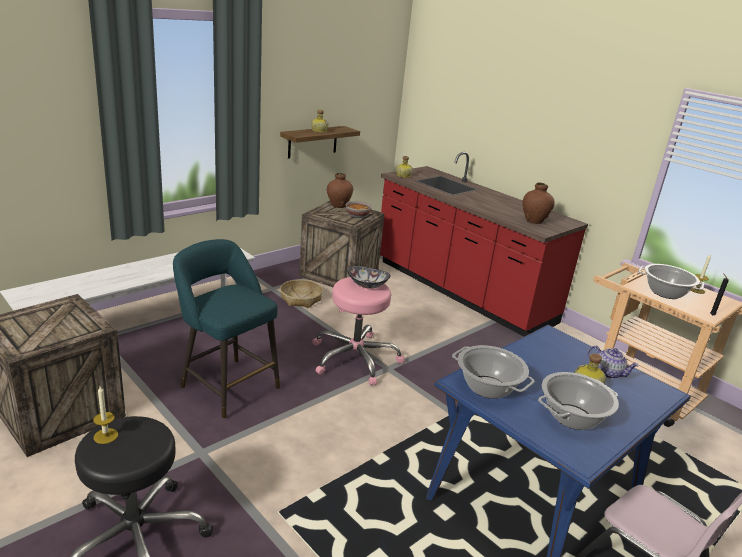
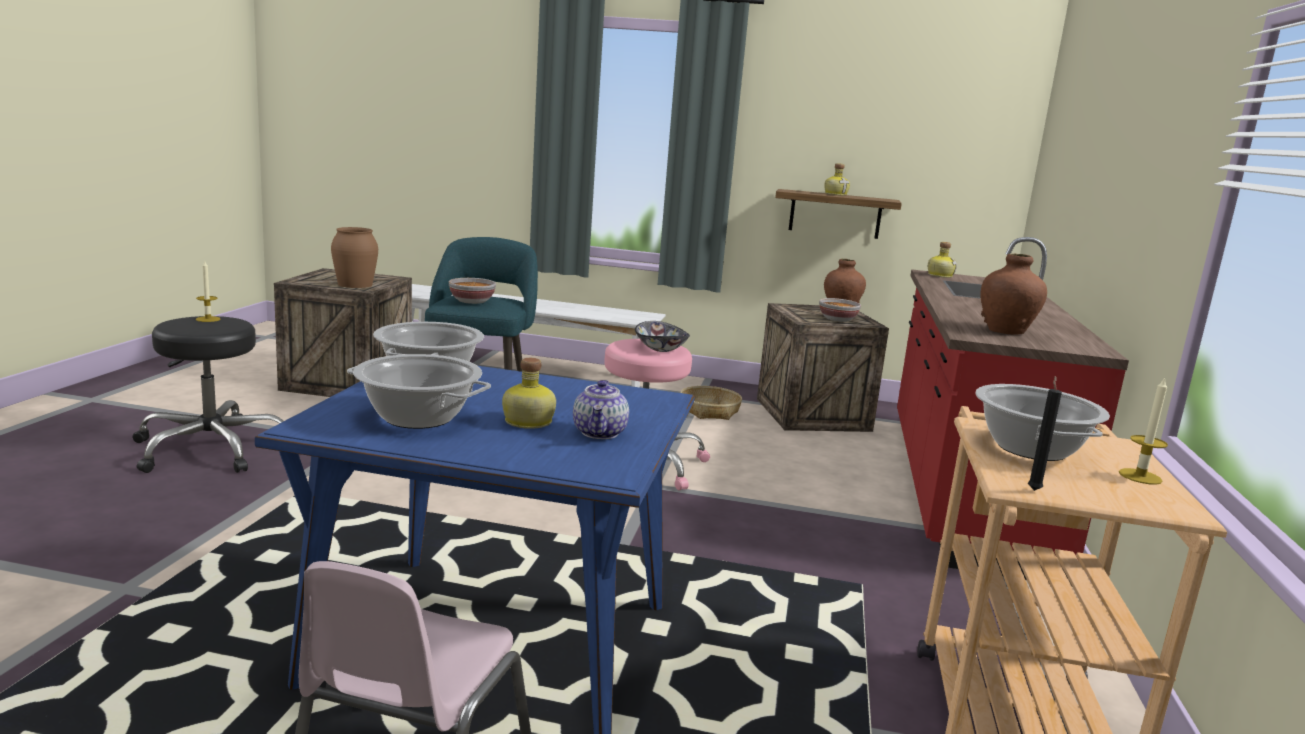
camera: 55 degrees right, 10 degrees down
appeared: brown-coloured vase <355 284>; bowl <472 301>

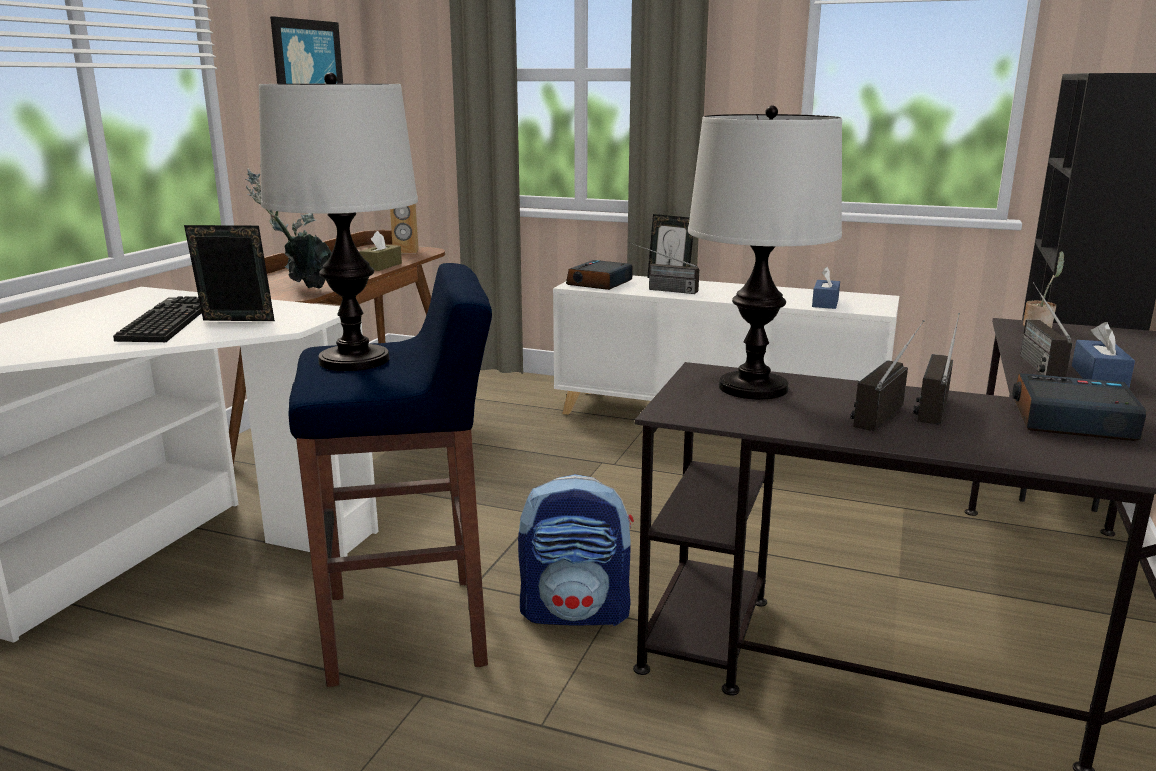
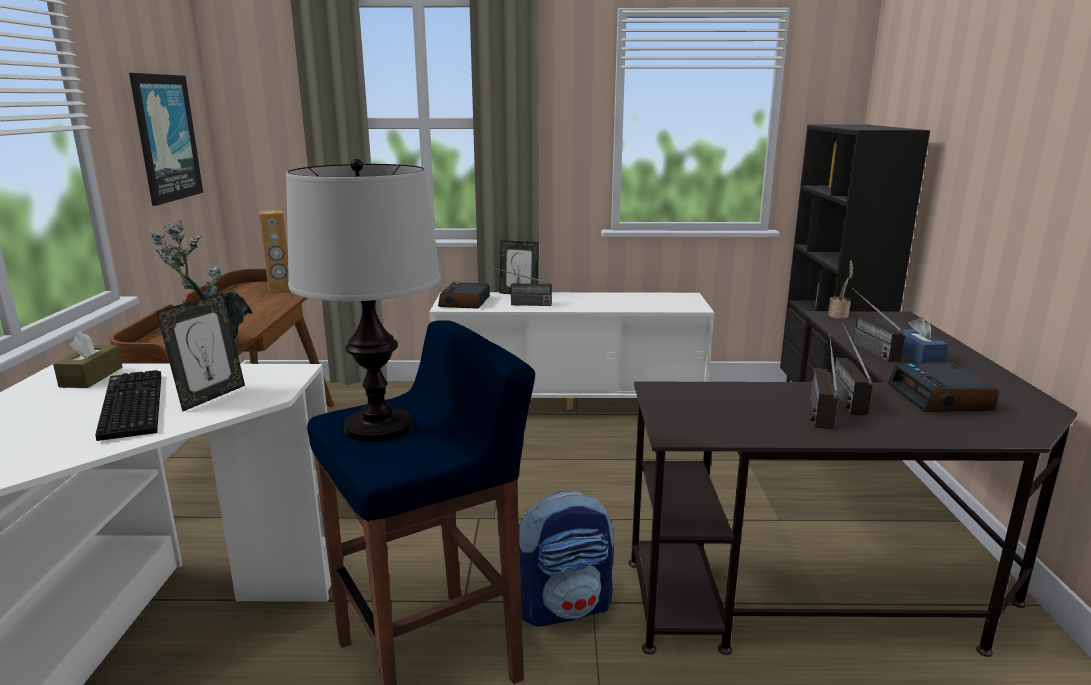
camera: 20 degrees left, 0 degrees up
missing: lamp for a table <754 388>; bluish tissue holder <825 303>
relocated: brown-coloured tissue holder <381 266> to <91 377>
spun: photo frame <236 322> = <210 397> 135 degrees clockwise; table clock <1071 420> = <940 398> 90 degrees counterclockwise

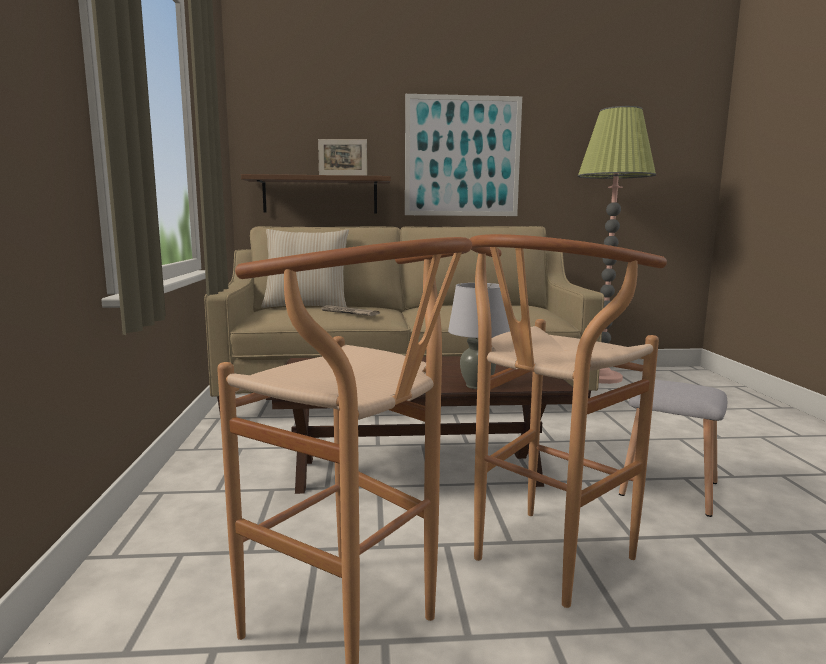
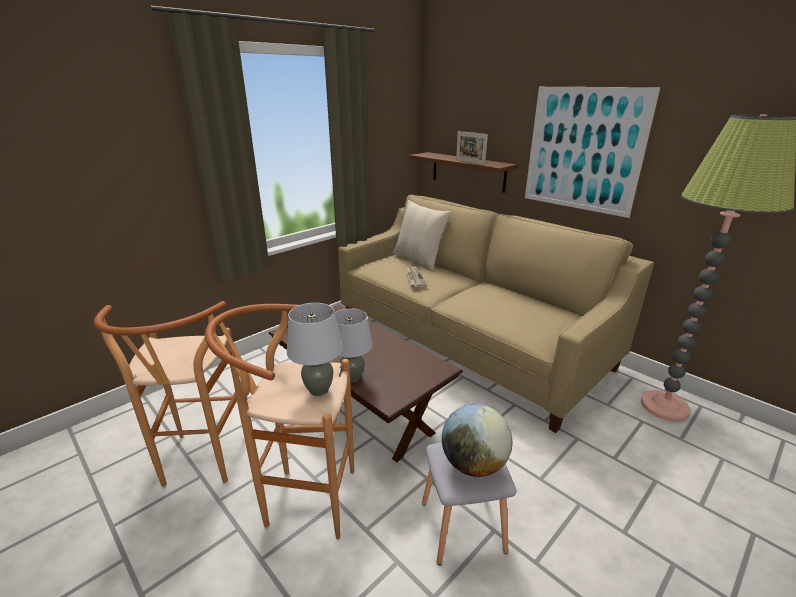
camera: 50 degrees right, 15 degrees up
appeared: gray lamp for a table <318 390>; desk globe <474 464>

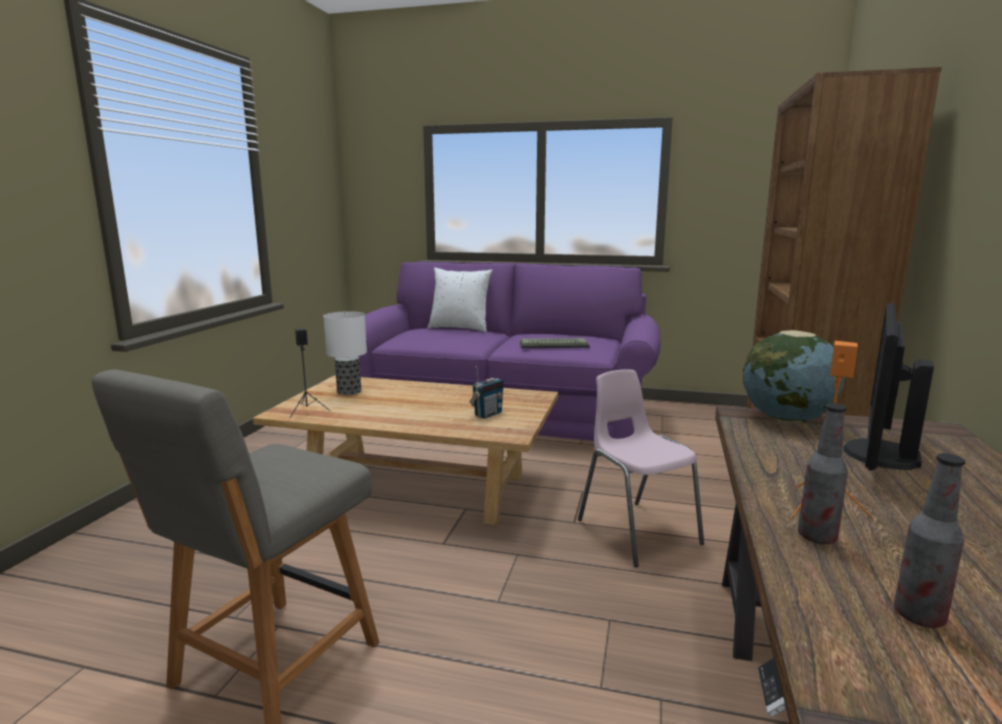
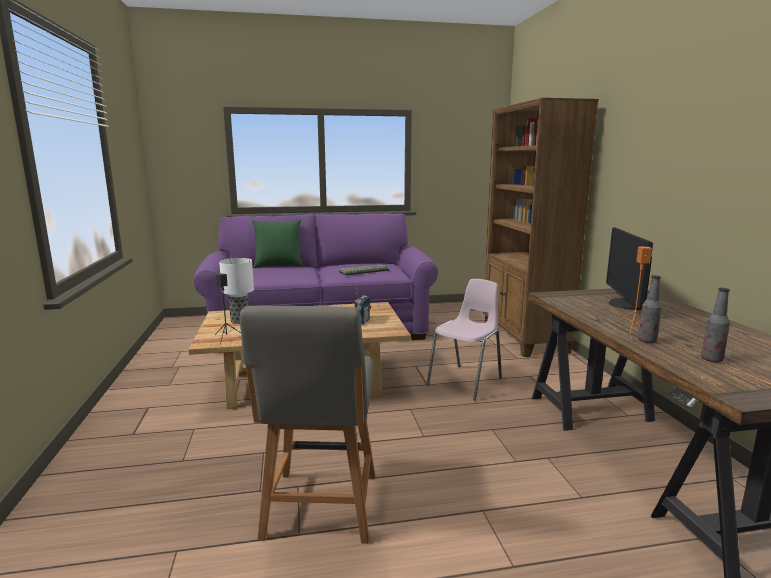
camera: 25 degrees left, 0 degrees up
missing: desk globe <786 419>
colour: whitish cushion <460 328> to green-coloured cushion <278 266>
spun: pink upright chair <637 531> = <466 381> 90 degrees clockwise

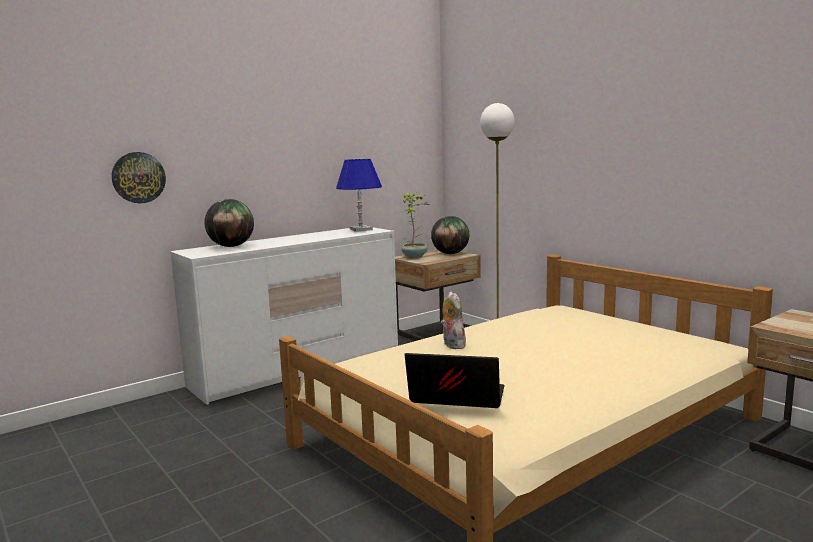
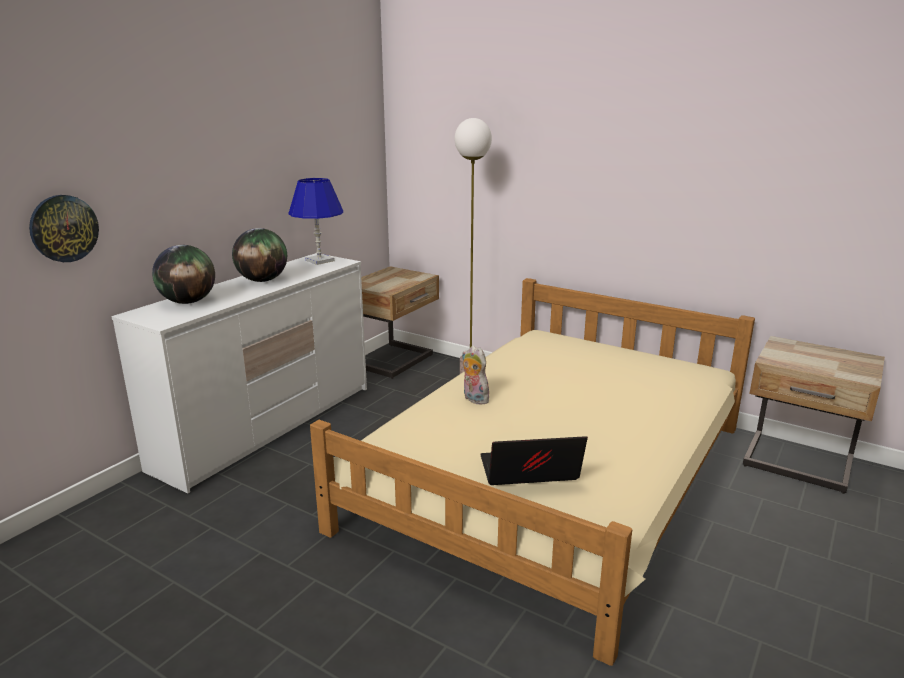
camera: 20 degrees left, 10 degrees up
missing: houseplant <415 256>
relocated: desk globe <450 253> to <262 280>

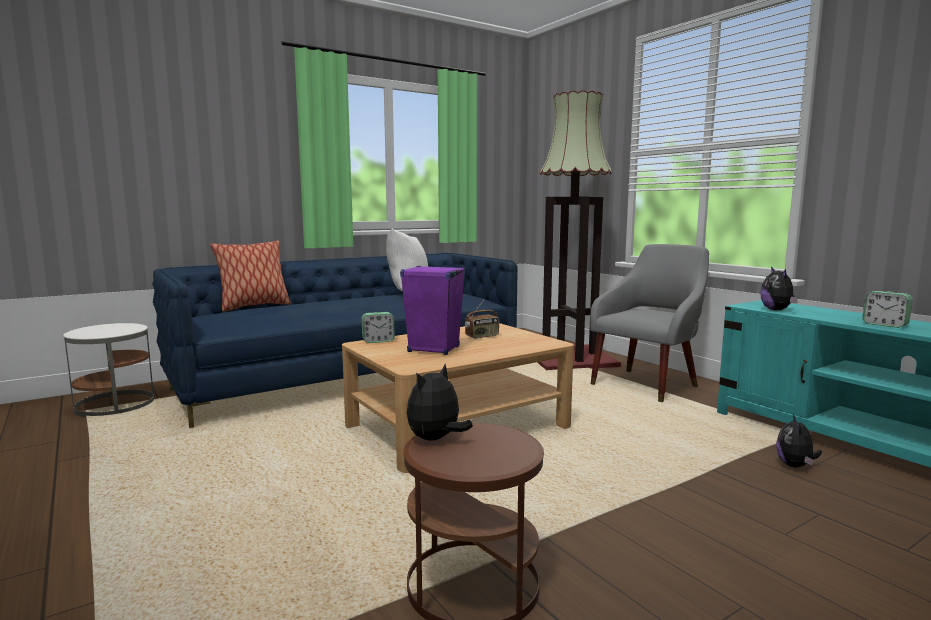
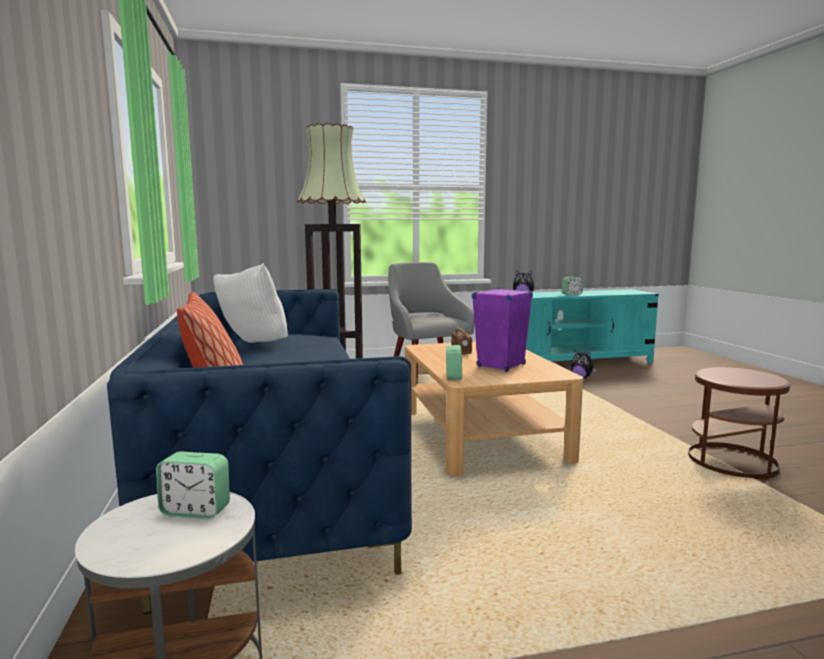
camera: 70 degrees left, 0 degrees up
missing: cuddly toy <436 439>
appeared: table clock <195 511>

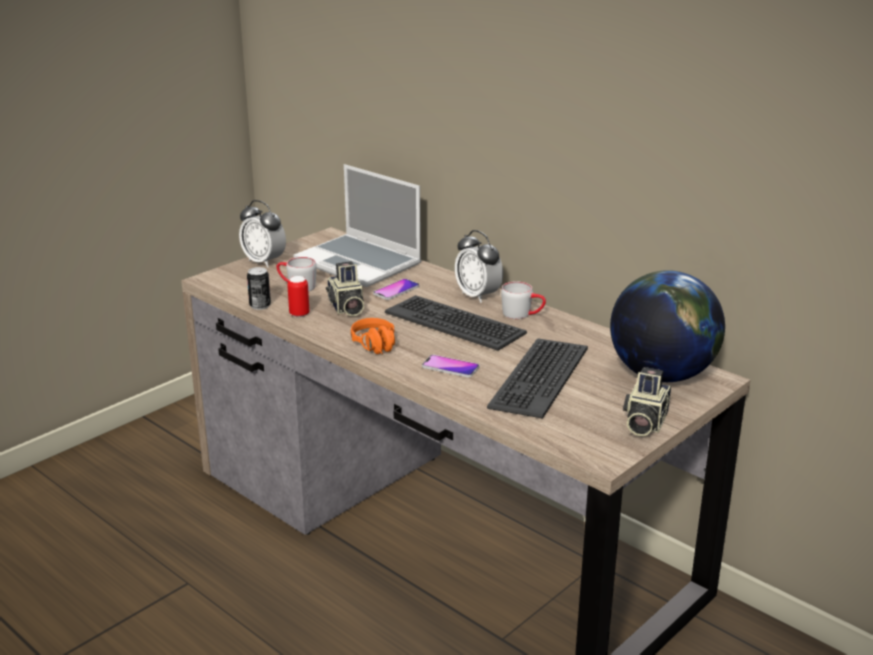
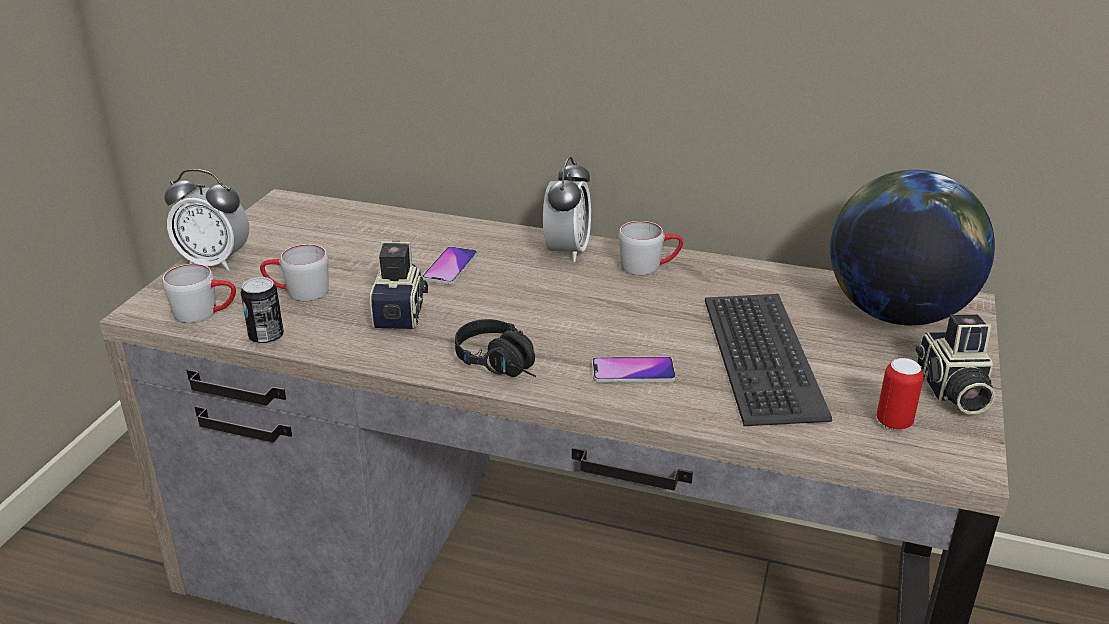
camera: 25 degrees left, 5 degrees up
missing: notebook computer <360 263>; keyboard <455 323>
appeared: gray mug <205 312>
relocated: can <299 314> to <894 423>
colour: orange pair of headphones <377 347> to black-coloured pair of headphones <504 365>
spun: still camera <346 308> = <402 311> 135 degrees counterclockwise; table clock <478 296> = <567 251> 105 degrees counterclockwise

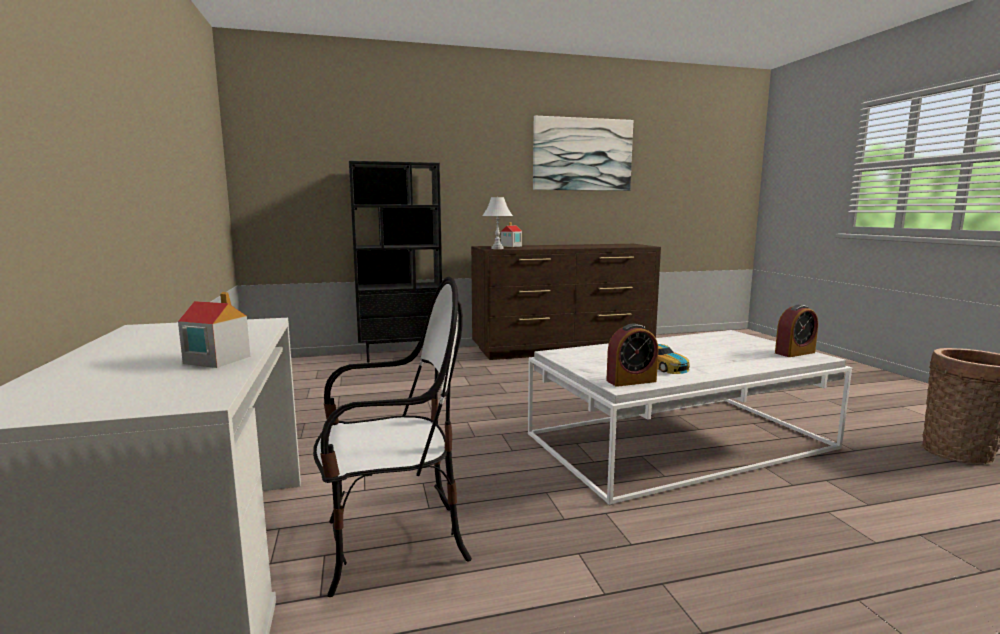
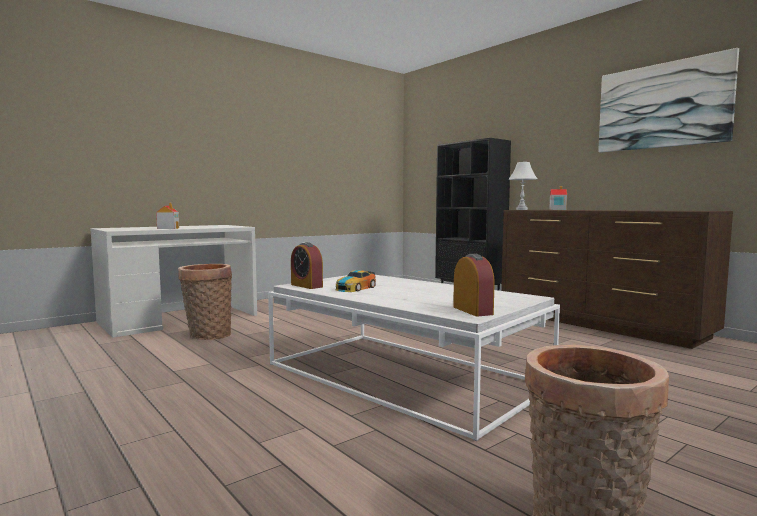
camera: 65 degrees right, 5 degrees down
exchanged: upright chair <393 544> to household basket <207 335>
spun: table clock <794 353> = <472 310> 150 degrees counterclockwise

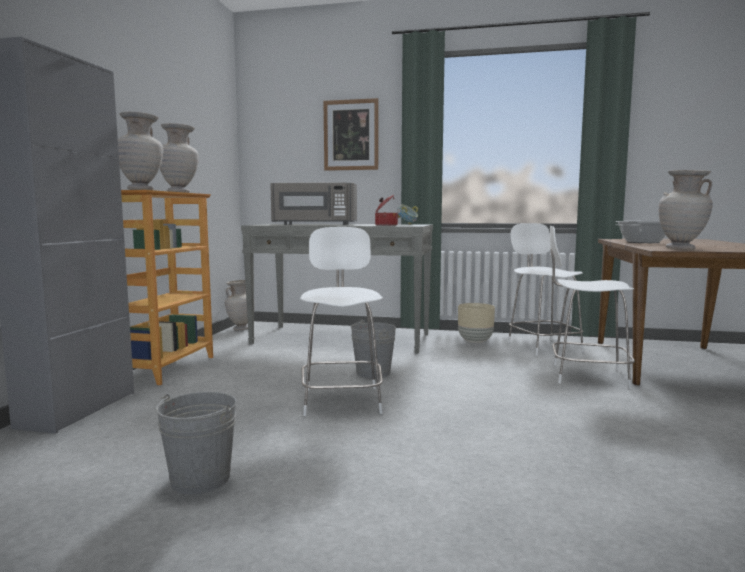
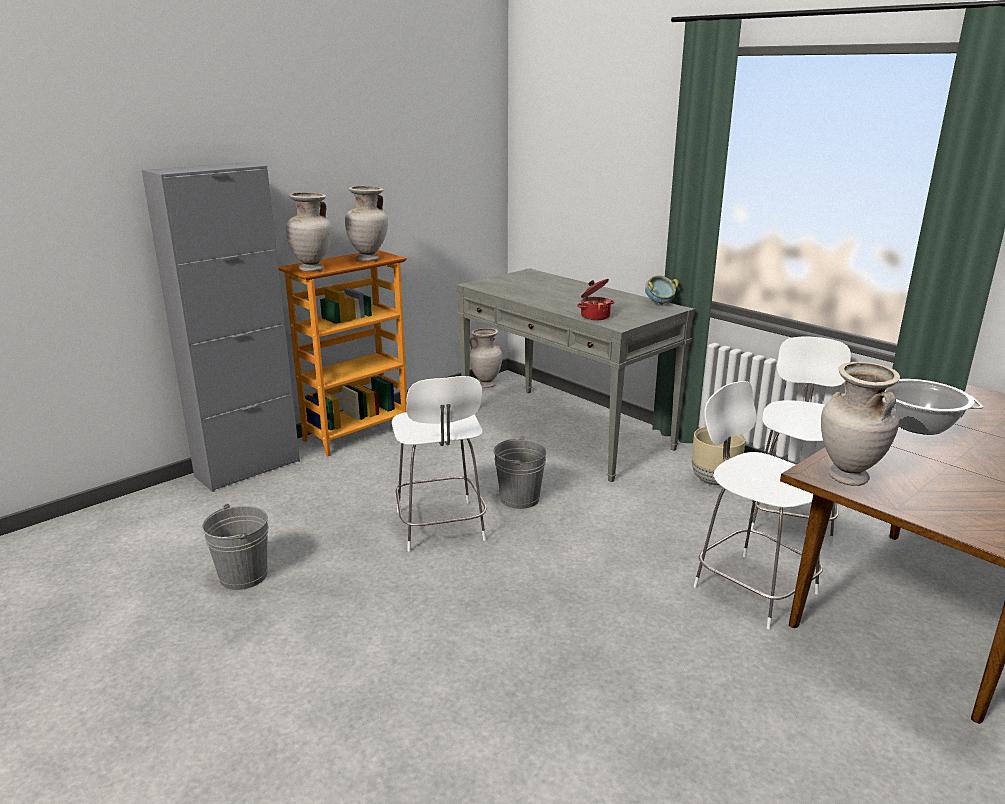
camera: 35 degrees right, 15 degrees up
missing: gray microwave <314 224>; wall picture <351 135>
spun: whitish upright chair <342 399> = <440 527> 135 degrees clockwise

